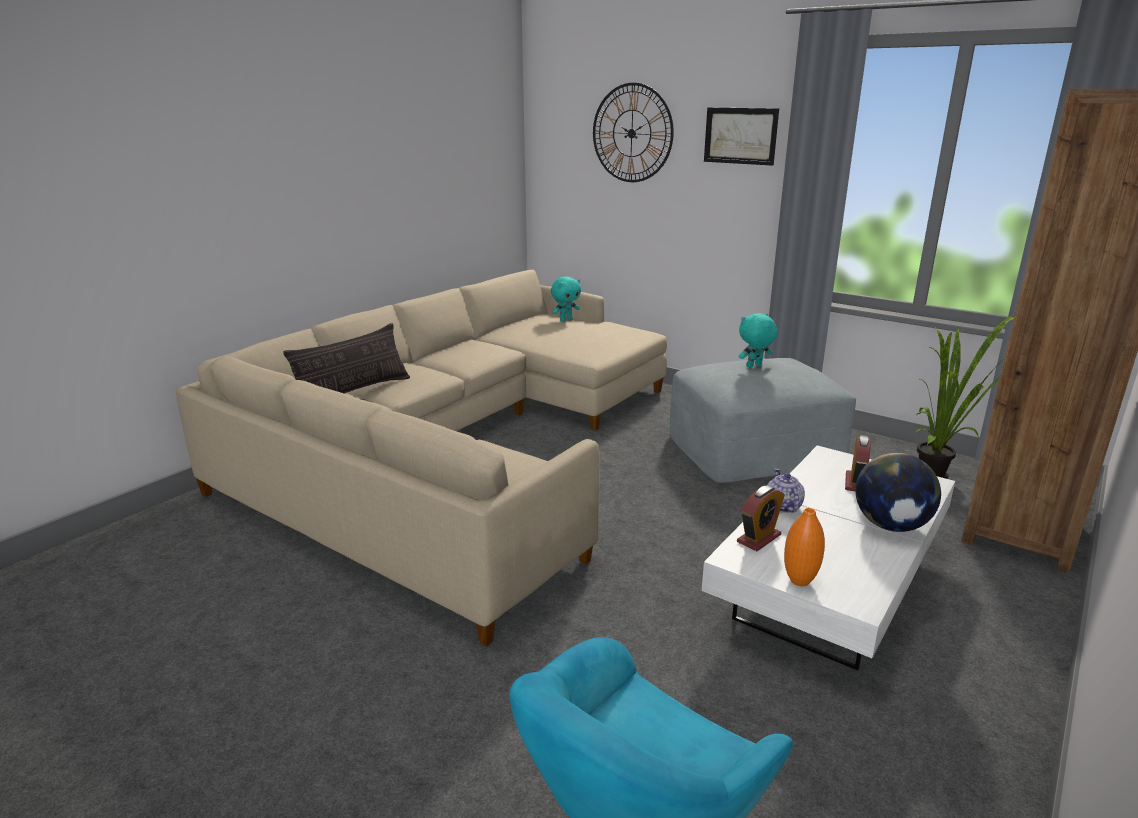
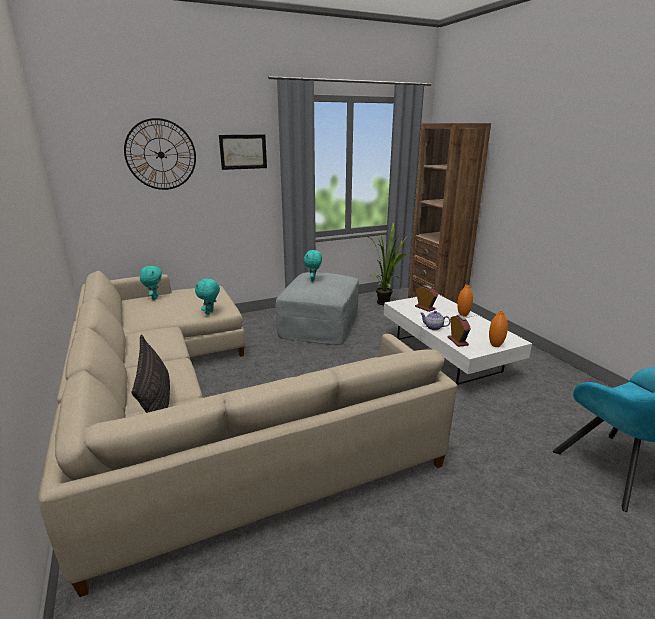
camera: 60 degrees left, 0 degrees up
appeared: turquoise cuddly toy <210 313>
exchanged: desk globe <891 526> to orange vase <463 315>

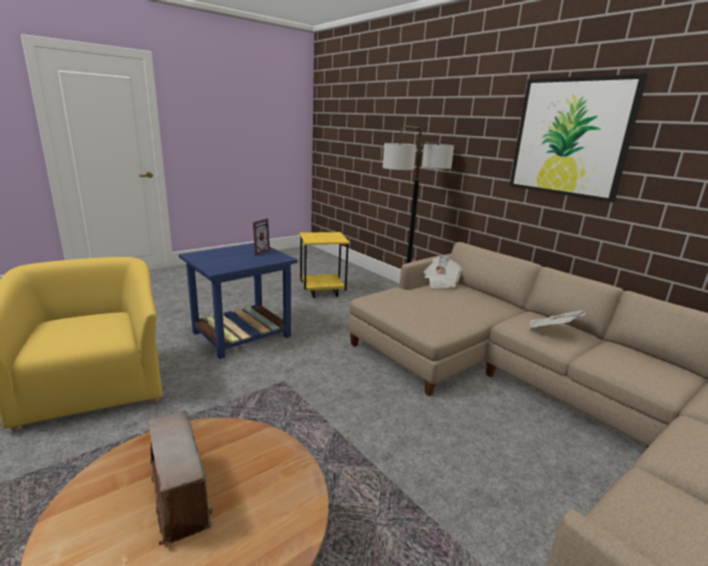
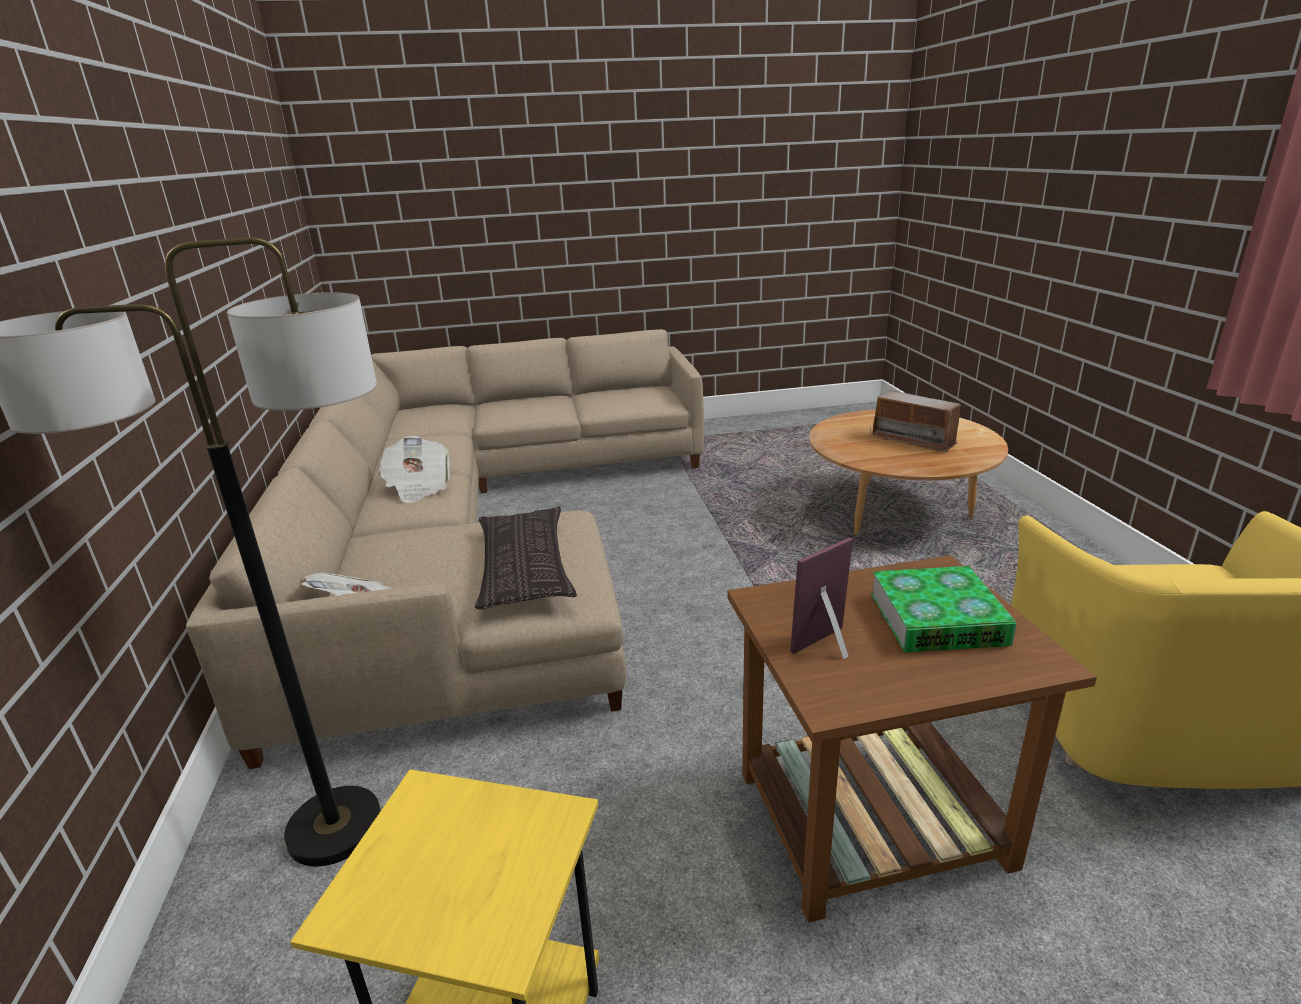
camera: 150 degrees left, 5 degrees up
missing: wall picture <570 137>
appeared: cushion <524 567>; book <937 619>
colour: bluish end table <243 334> to brown-coloured end table <868 819>
spun: radio receiver <180 495> = <913 441> 135 degrees clockwise

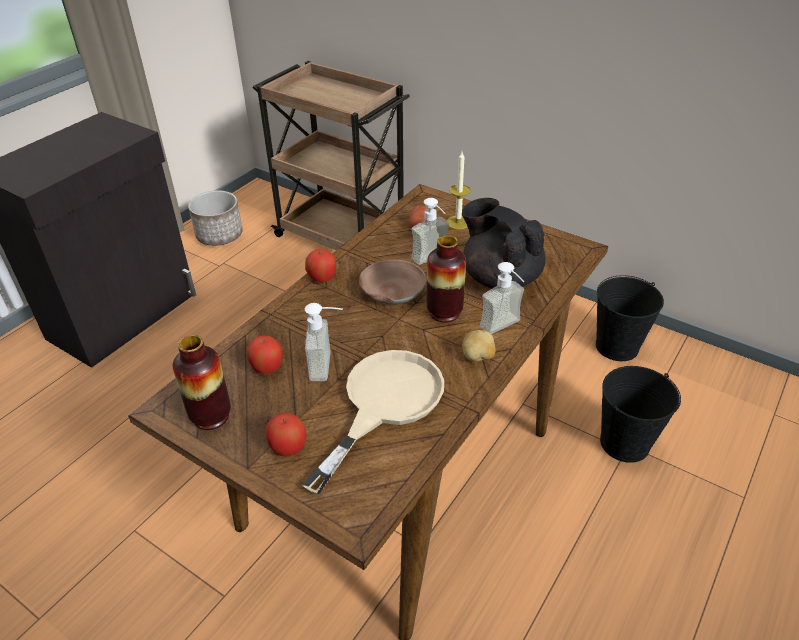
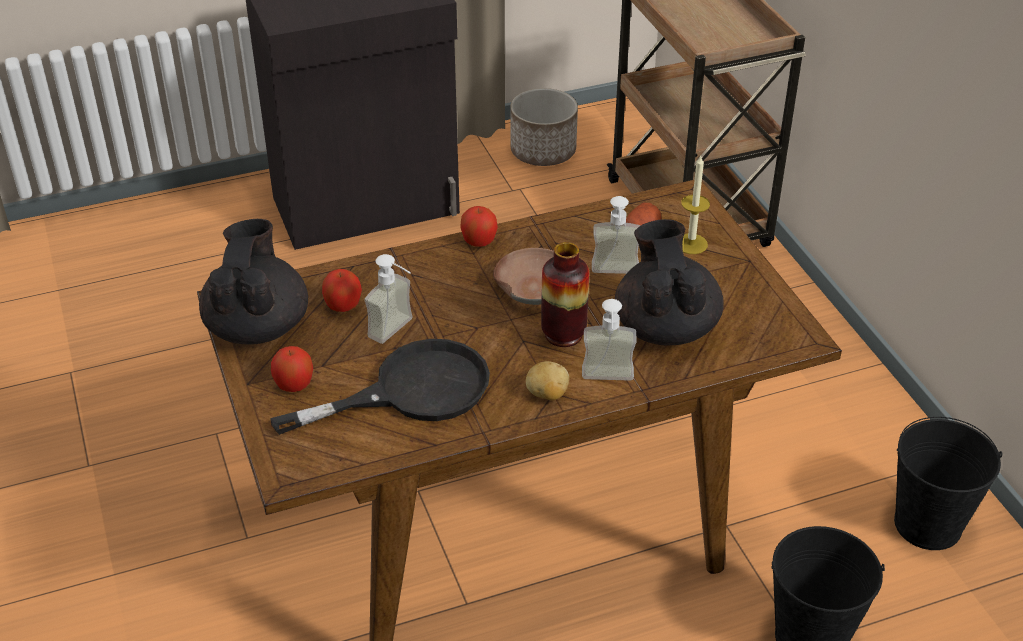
camera: 35 degrees right, 0 degrees up
exchanged: vase <211 416> to black-coloured teapot <258 326>
colour: beige-coloured frying pan <384 404> to black-coloured frying pan <412 391>

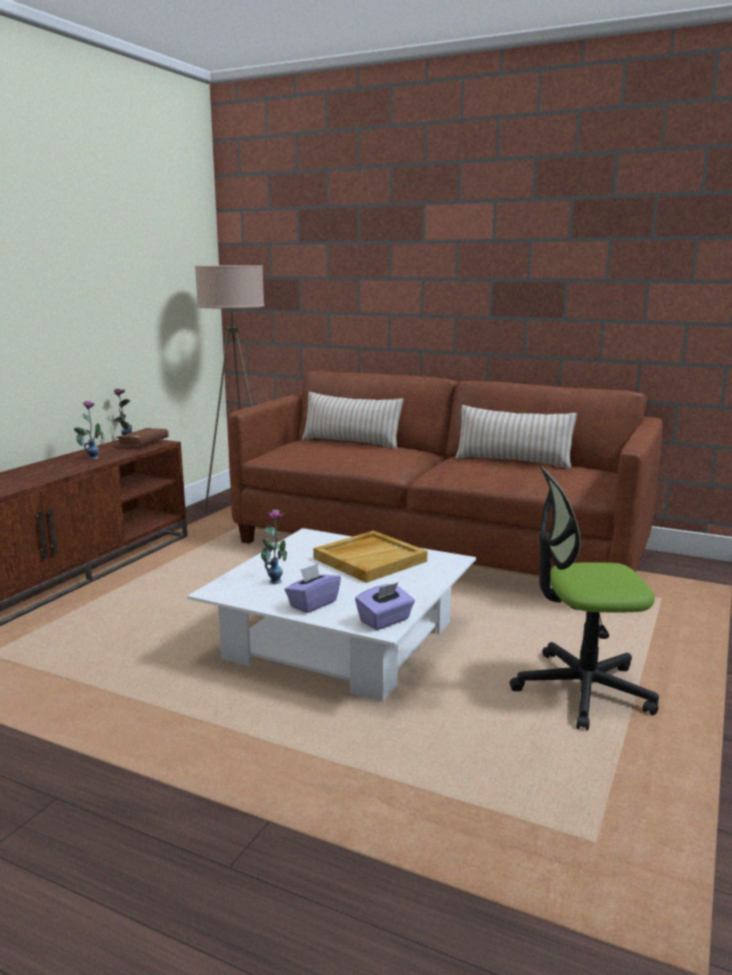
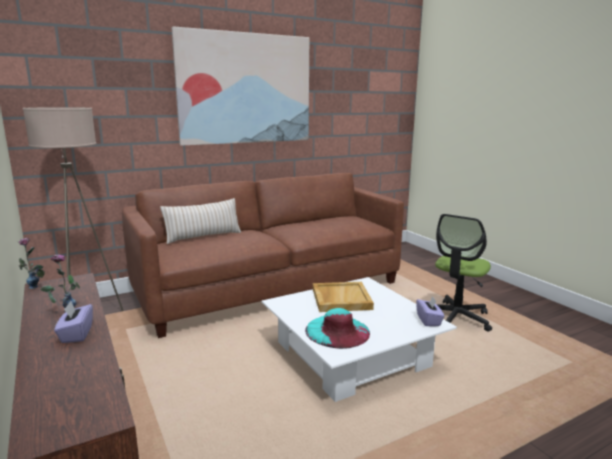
camera: 55 degrees left, 0 degrees up
missing: brown-coloured book <143 444>; beige-coloured cushion <513 461>
appeared: wall picture <245 89>
relocated: purple tissue holder <313 604> to <76 334>
exchanged: vase <275 578> to turquoise wearable hat <337 331>

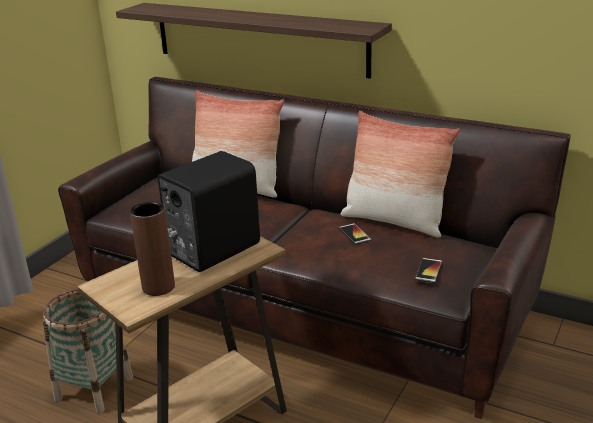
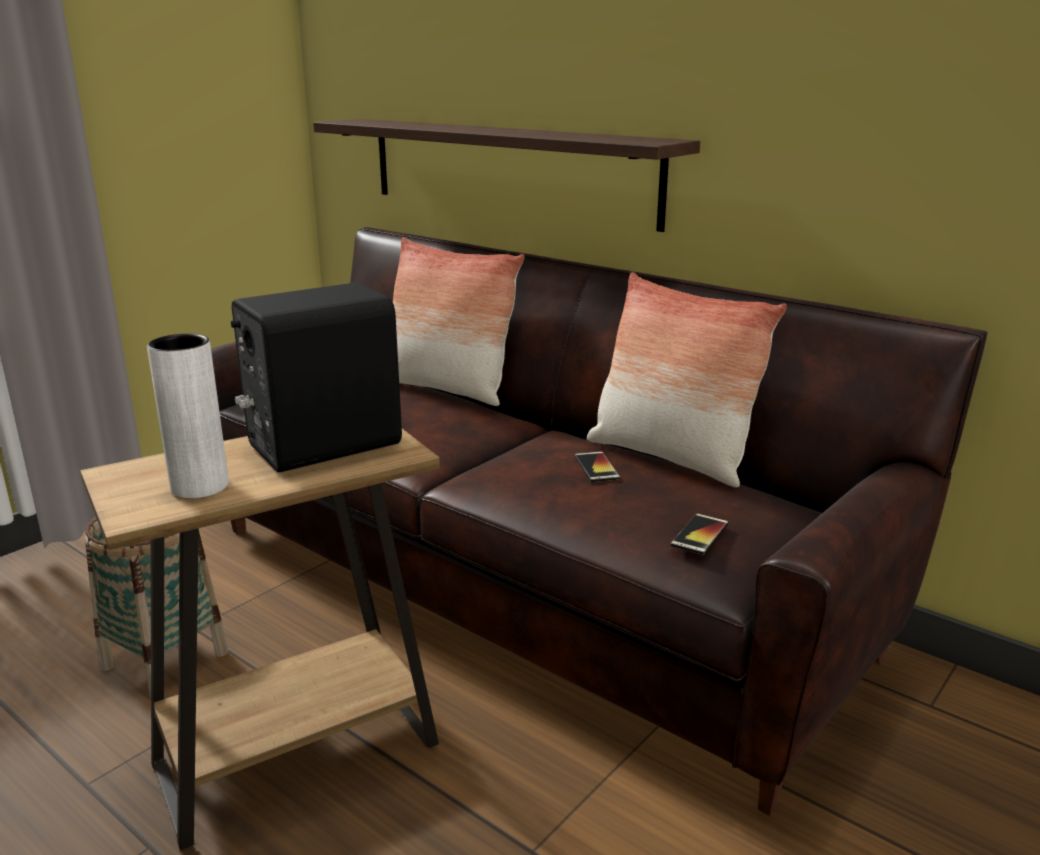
camera: 10 degrees right, 5 degrees down
colour: brown-coloured vase <158 287> to whitish vase <200 486>

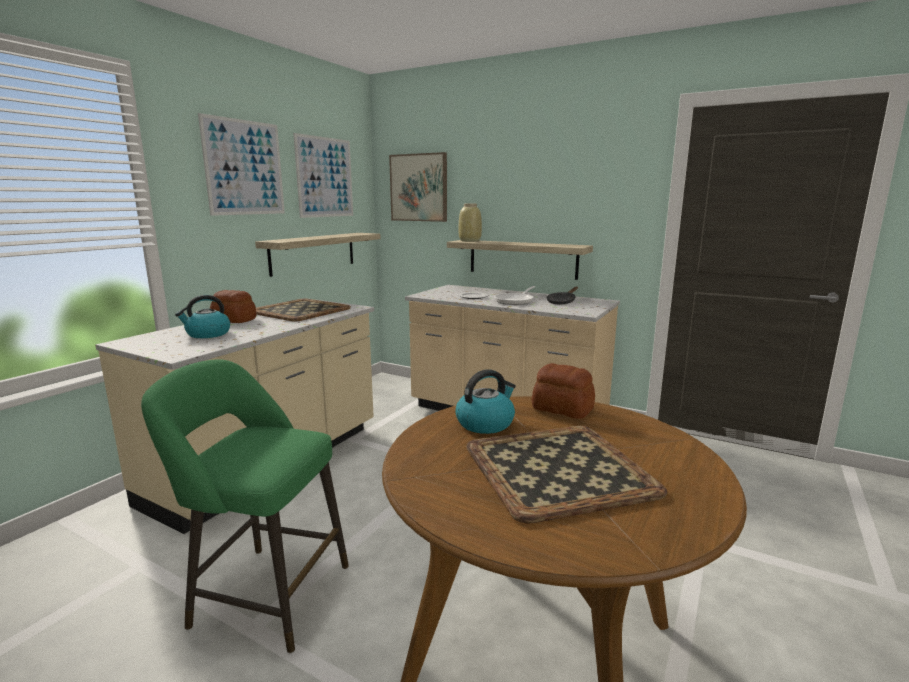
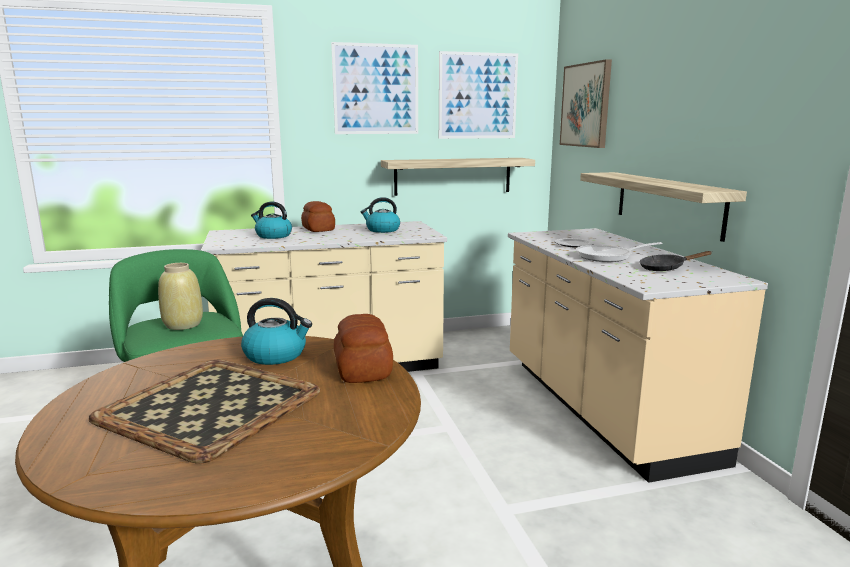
camera: 45 degrees right, 0 degrees up
relocated: beige-coloured vase <469 241> to <183 324>
exchanged: serving tray <301 310> to water kettle <382 230>

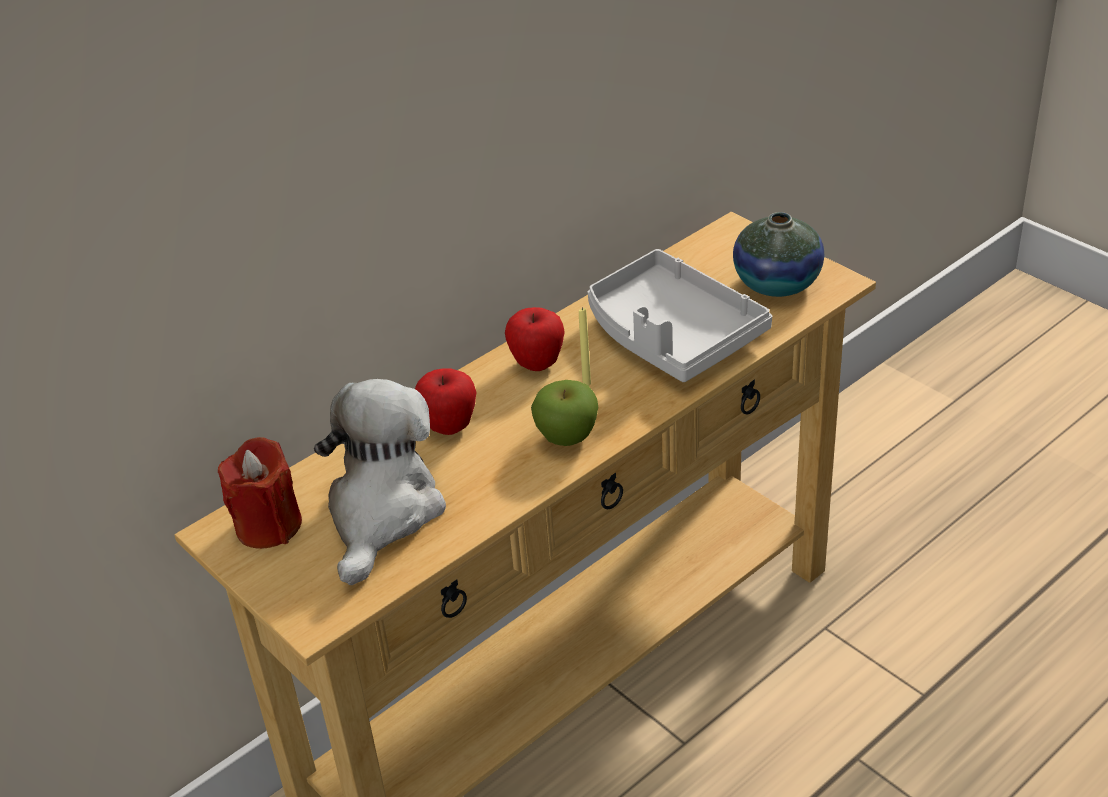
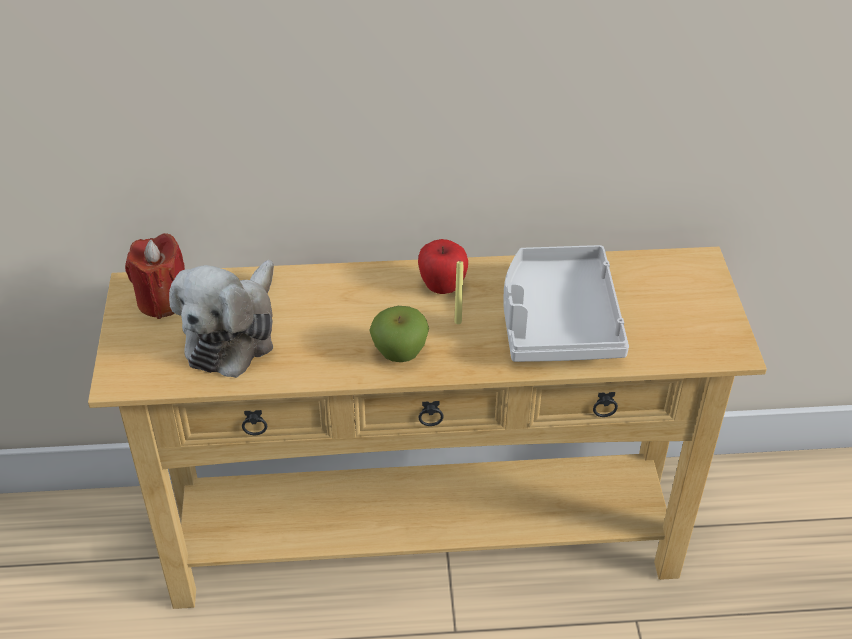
camera: 35 degrees right, 5 degrees up
missing: apple <449 427>; vase <777 283>
spun: cuddly toy <382 512> = <233 333> 150 degrees clockwise

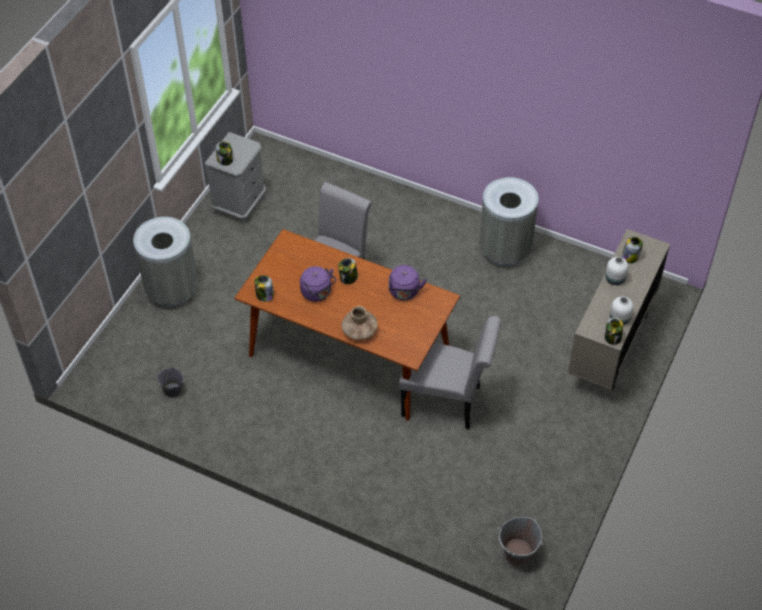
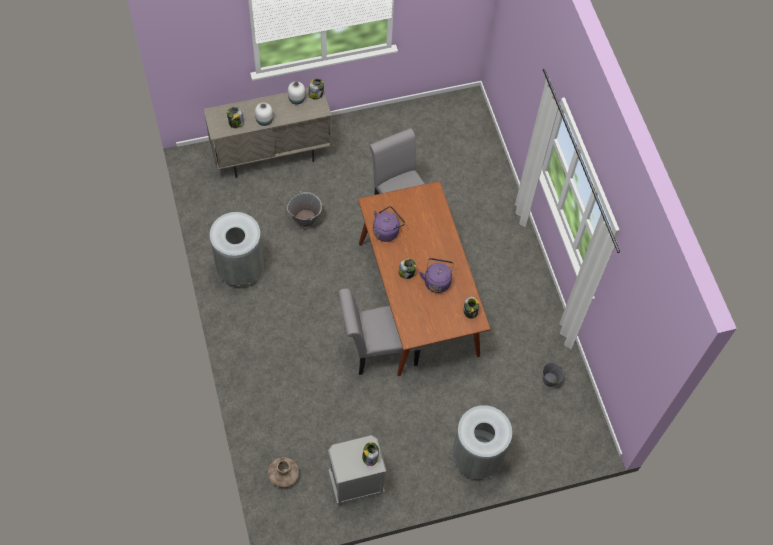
camera: 135 degrees left, 10 degrees up
relocated: brown-coloured vase <359 330> to <283 474>; gray pail <518 553> to <305 219>

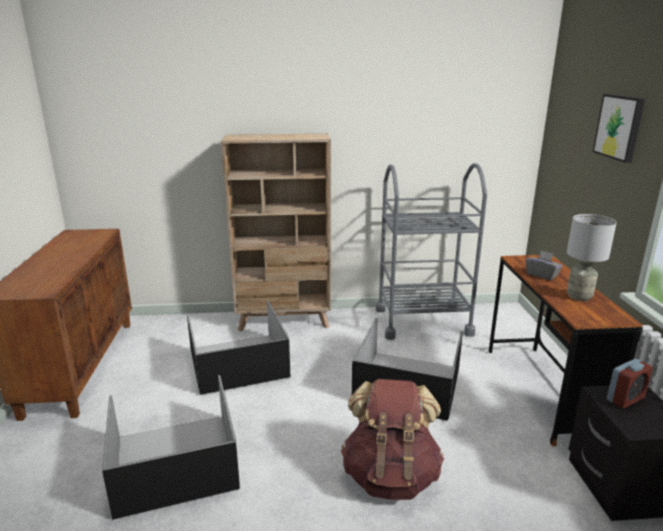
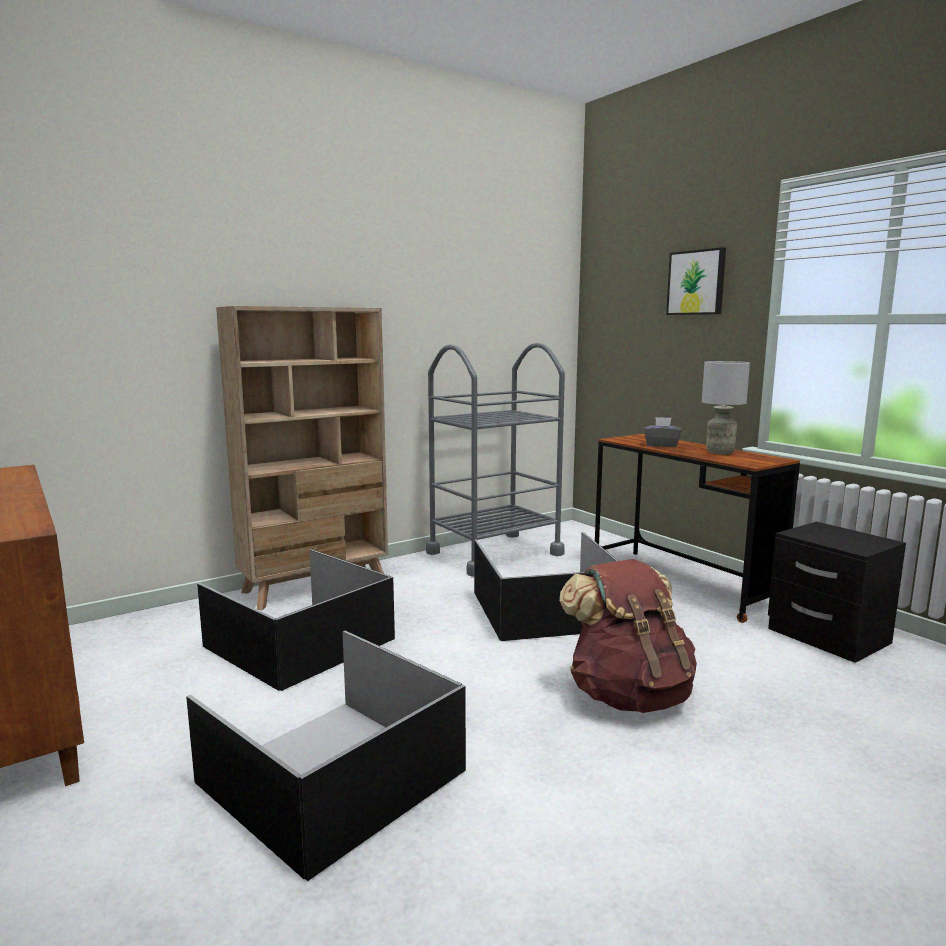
camera: 30 degrees left, 10 degrees down
missing: table clock <625 399>

